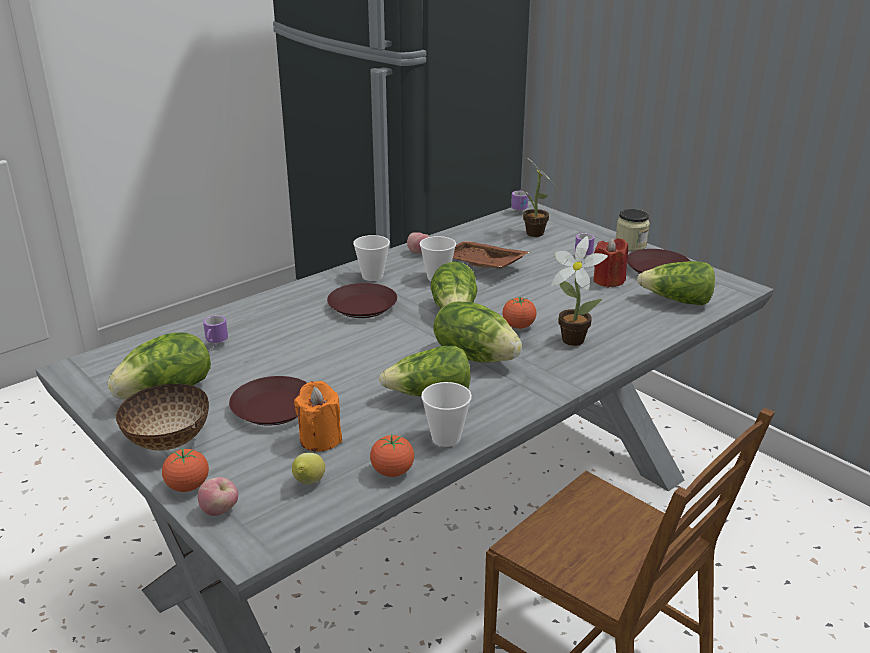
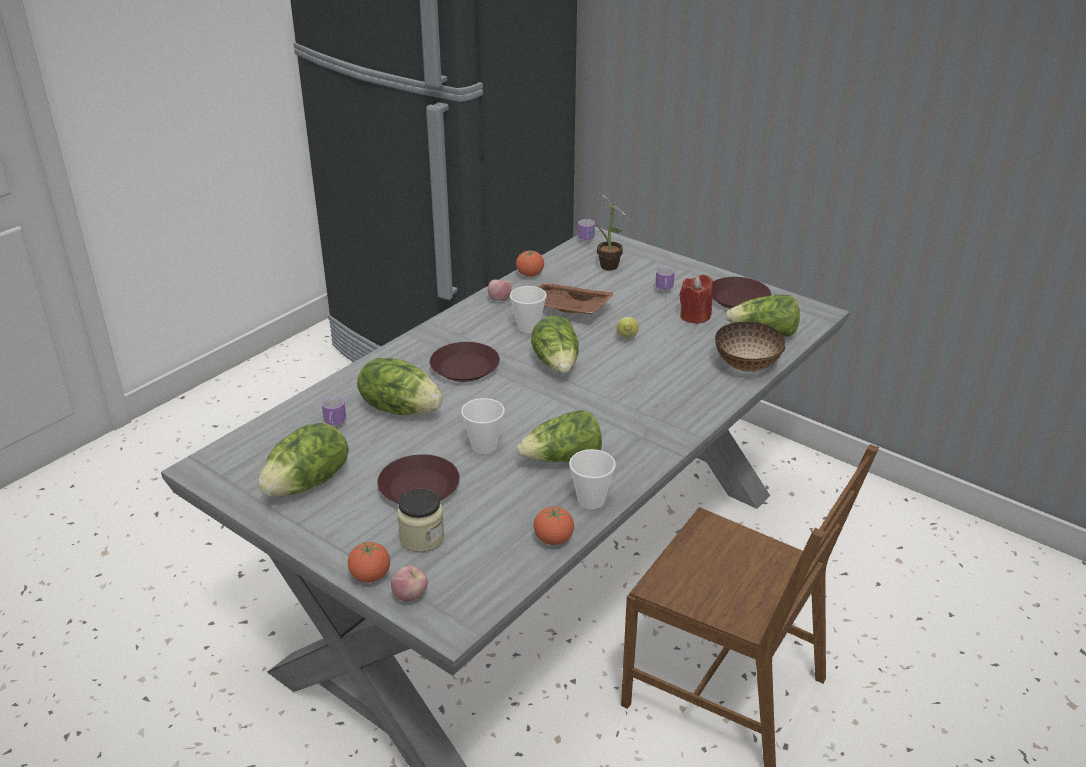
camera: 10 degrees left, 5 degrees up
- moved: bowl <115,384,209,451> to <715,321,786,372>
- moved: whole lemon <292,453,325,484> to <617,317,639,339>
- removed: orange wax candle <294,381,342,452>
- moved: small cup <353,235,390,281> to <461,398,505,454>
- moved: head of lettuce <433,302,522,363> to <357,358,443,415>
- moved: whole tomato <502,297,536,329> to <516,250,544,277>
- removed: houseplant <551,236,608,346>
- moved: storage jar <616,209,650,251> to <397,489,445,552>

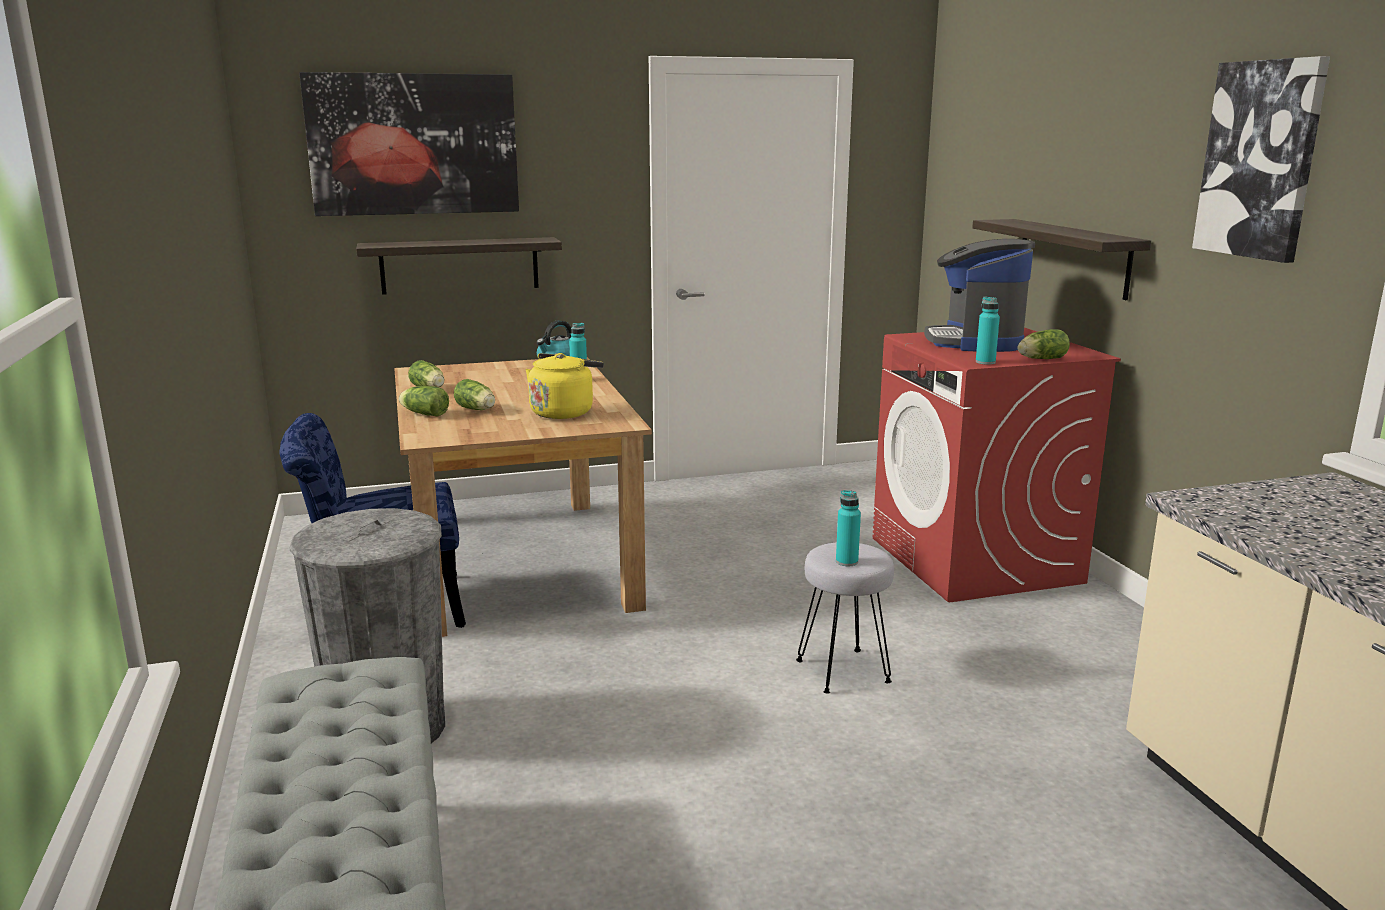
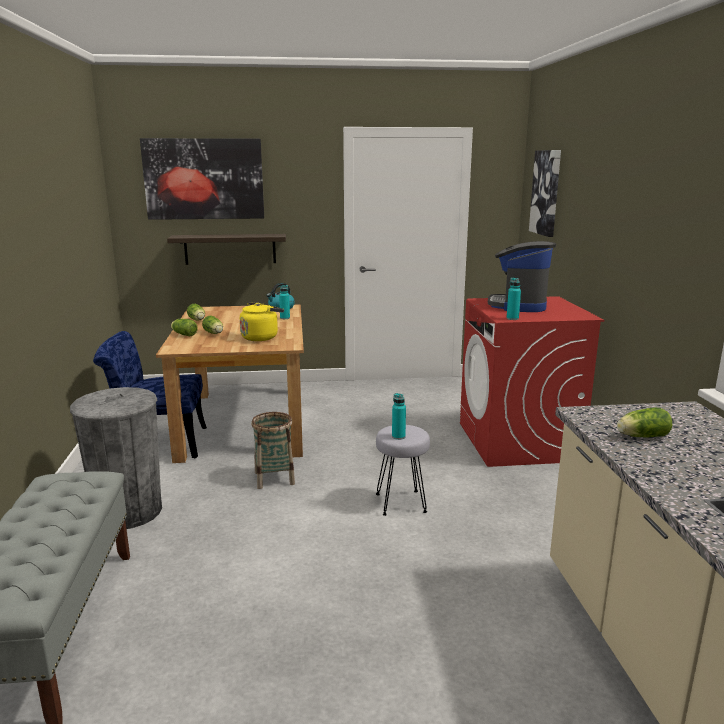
camera: 10 degrees right, 0 degrees up
- removed: shelf <972,219,1151,300>
- moved: head of lettuce <1018,329,1070,359> to <617,408,672,438>
- moved: wall art <1192,56,1330,263> to <529,150,561,237>
- added: storage basket <251,412,295,489>

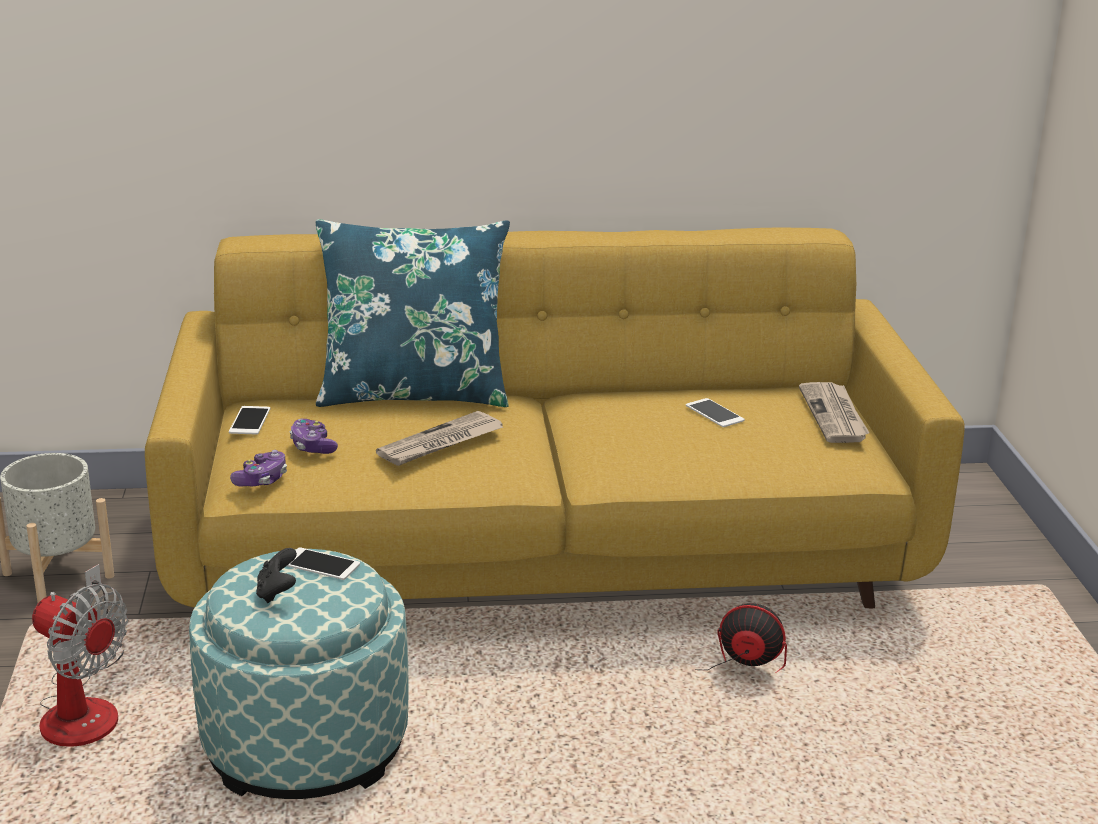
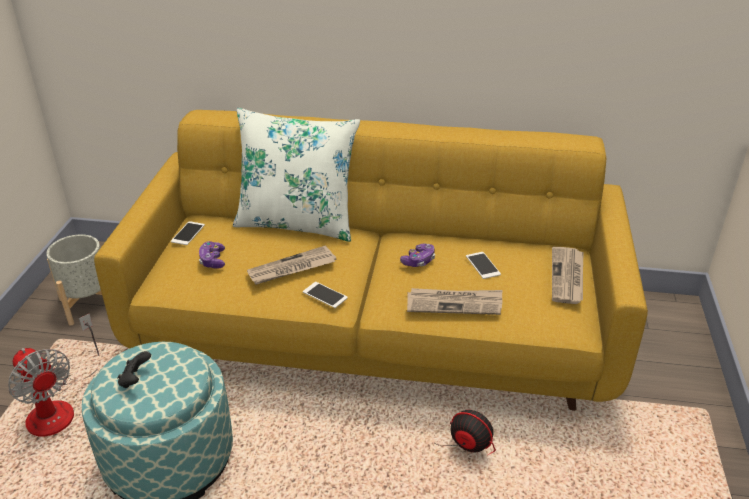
camera: 15 degrees right, 10 degrees up
- moved: game controller <230,450,287,487> to <400,243,435,267>
- moved: telephone <287,547,360,580> to <303,282,348,308>
- recoloured: bluish throw pillow <316,219,510,407> to white throw pillow <233,108,360,242>
- added: newspaper <407,288,502,315>

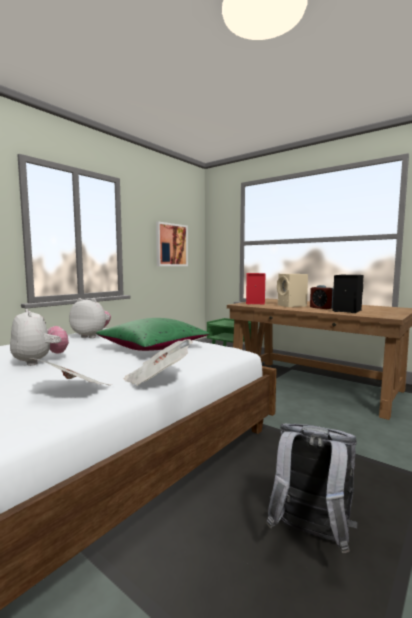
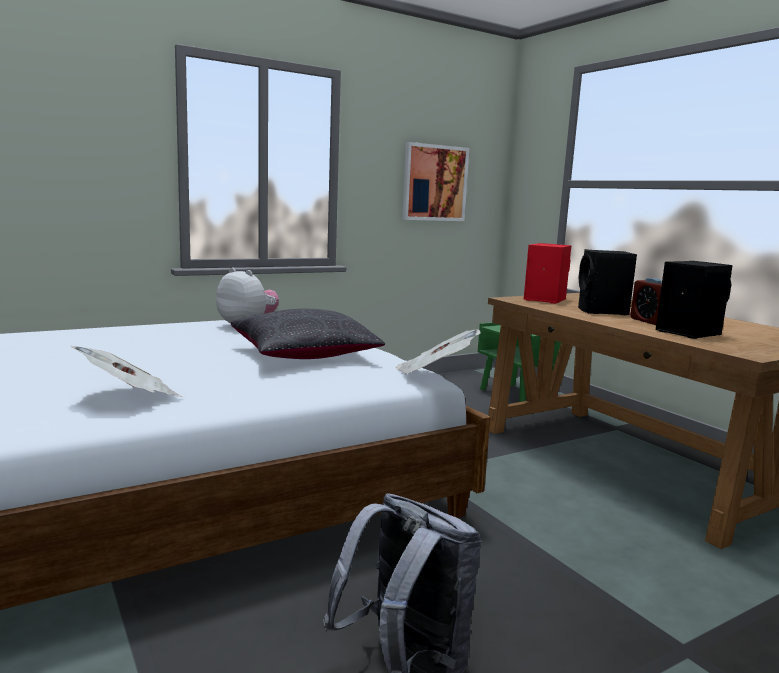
camera: 20 degrees right, 5 degrees up
- removed: cuddly toy <10,309,69,366>
- recoloured: greenish throw pillow <96,318,209,351> to black throw pillow <231,309,385,359>
- moved: newspaper <124,339,193,386> to <396,329,481,374>
- recoloured: beige-coloured audio speaker <277,274,308,307> to black audio speaker <578,249,637,315>

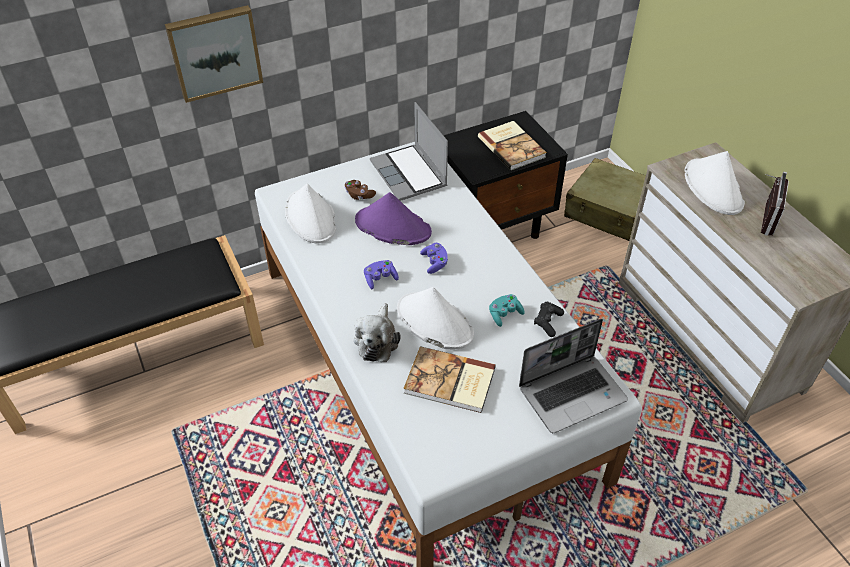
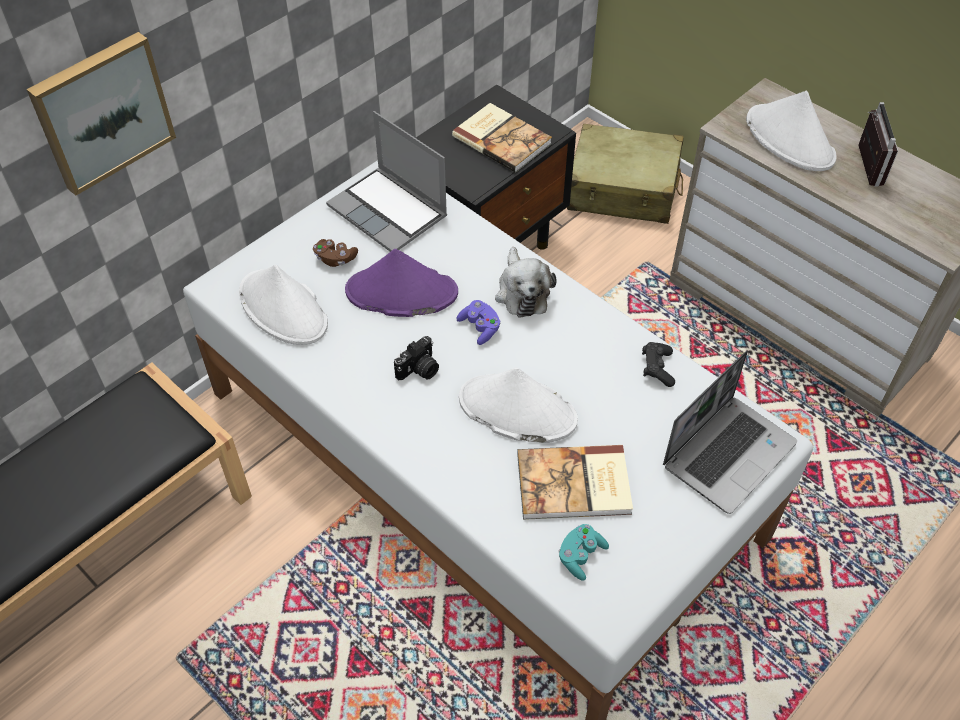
camera: 20 degrees left, 5 degrees up
- moved: cuddly toy <354,303,401,362> to <495,247,557,318>
- replaced: purplish game controller <364,260,399,289> to photo camera <394,336,439,380>
- moved: turquoise game controller <489,294,525,327> to <558,524,609,581>

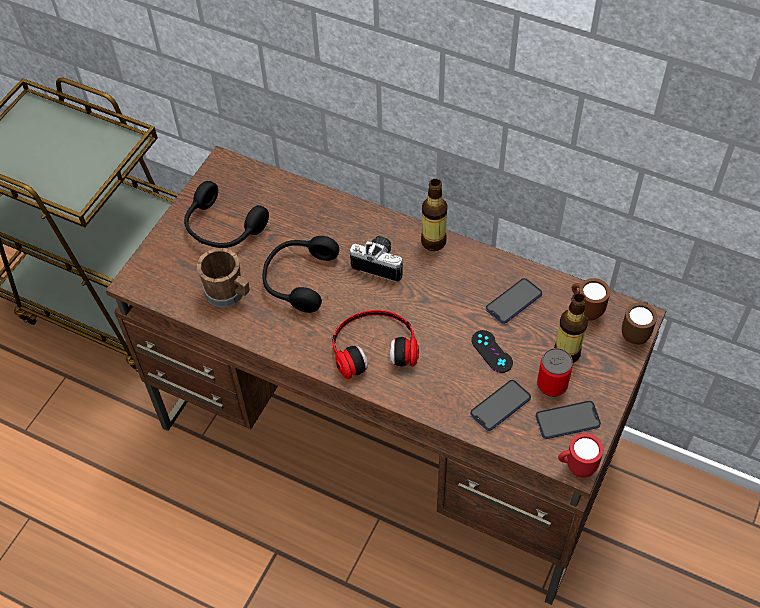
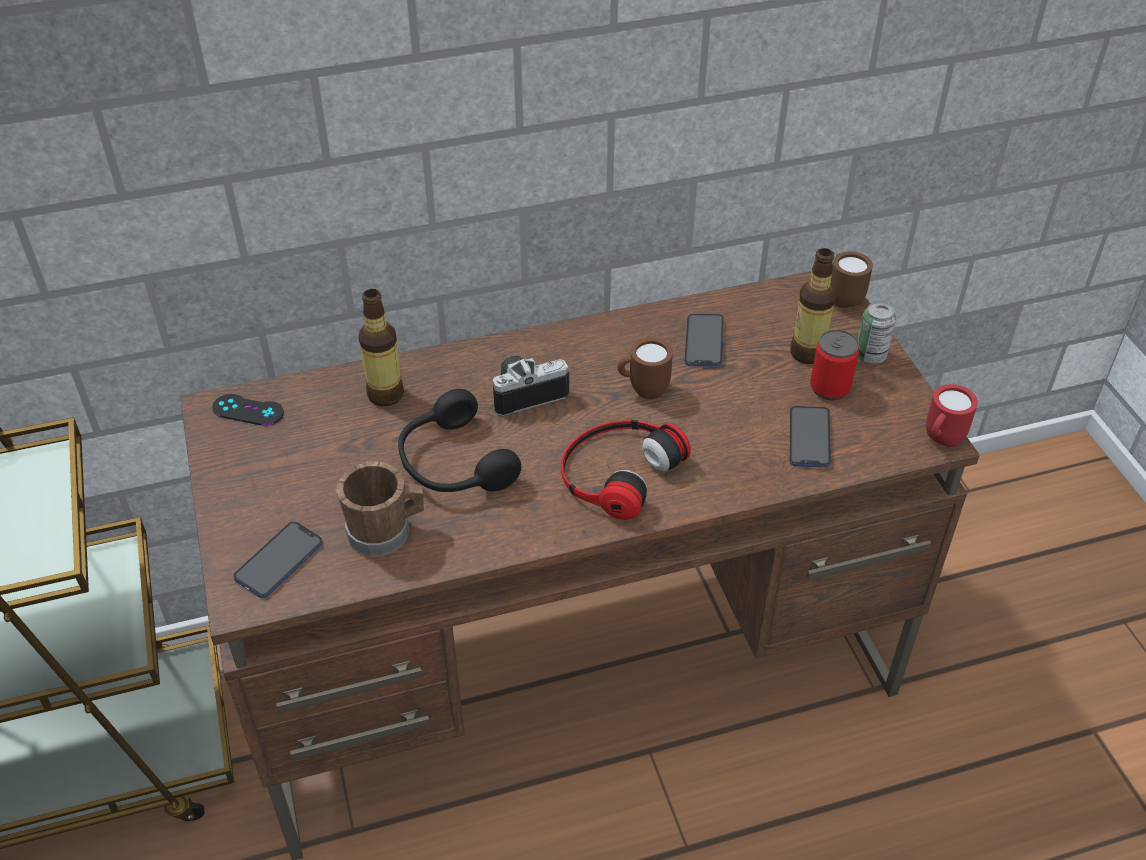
camera: 45 degrees left, 10 degrees down
- removed: black headset <184,181,269,248>
- moved: bottle <421,179,448,251> to <358,289,404,406>
- moved: black game controller <471,330,513,373> to <212,394,284,426>
- moved: telephone <535,401,601,439> to <233,521,323,598>
- moved: brown coffee mug <572,278,610,321> to <618,338,673,399>
- added: can <858,301,896,364>

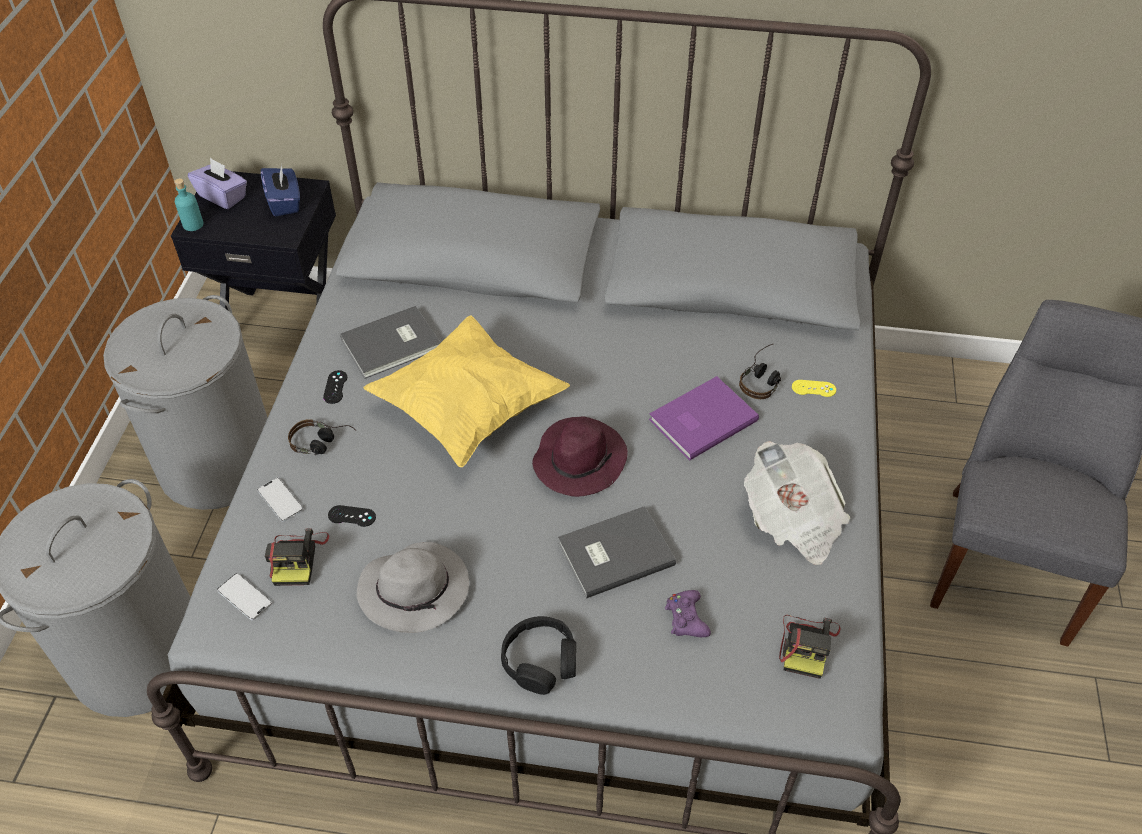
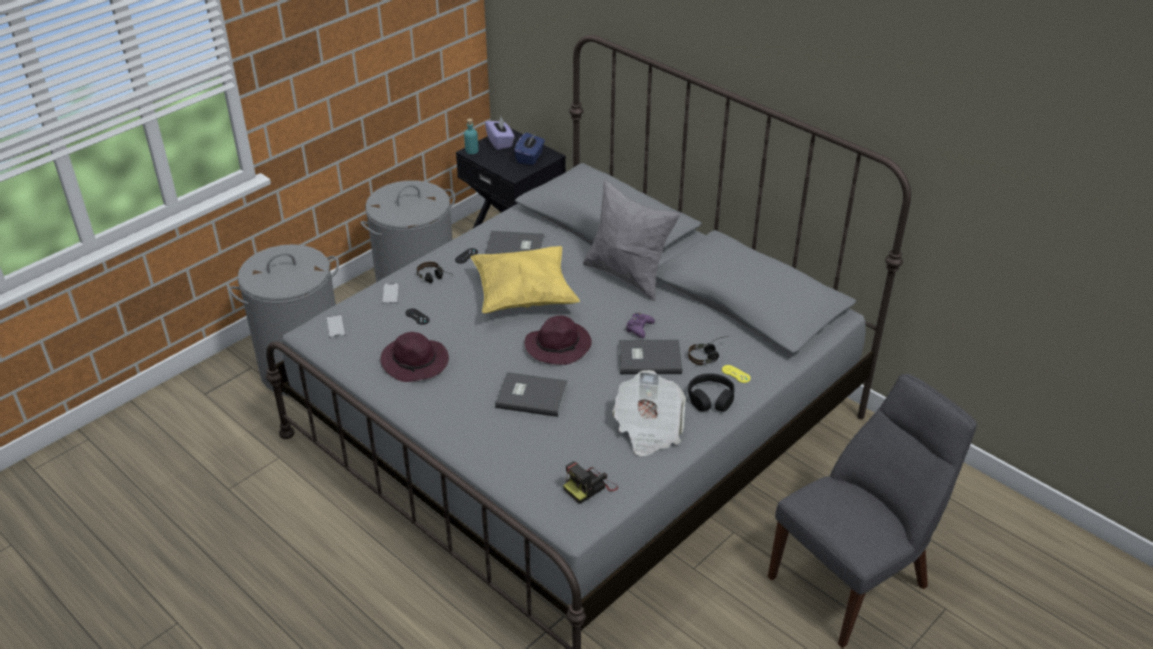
camera: 35 degrees right, 10 degrees down
- removed: photo camera <265,528,329,586>
- recoloured: gray hat <357,542,469,633> to purplish hat <380,332,449,382>
- moved: black headset <501,616,576,695> to <688,373,735,412>
- recoloured: purplish volume <649,376,759,461> to gray volume <619,340,682,374>
- moved: purplish game controller <665,590,711,637> to <626,313,655,338>
- added: gray throw pillow <583,180,680,301>

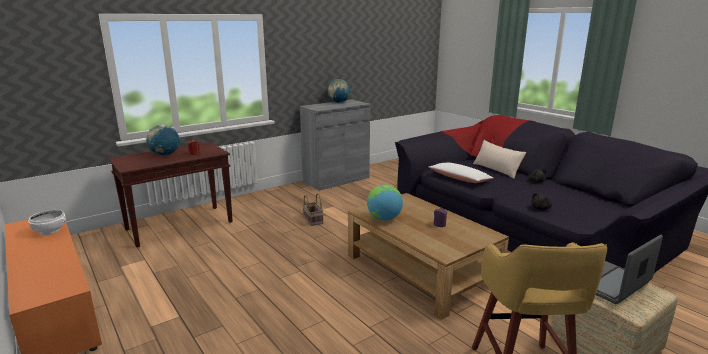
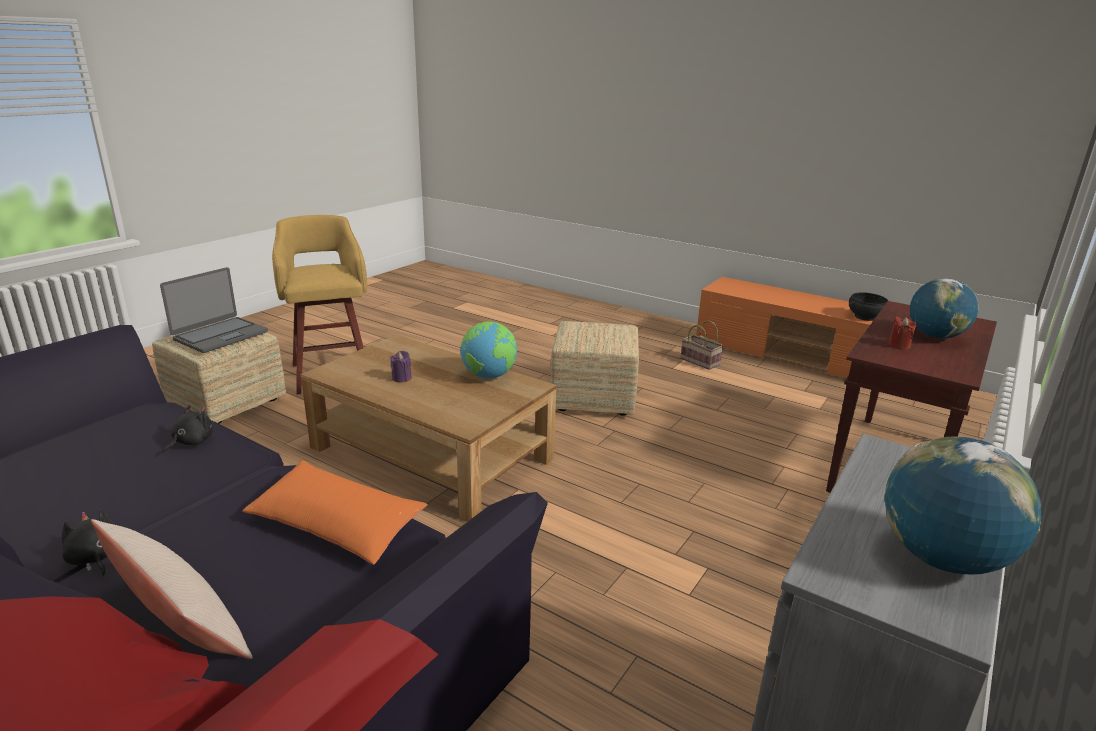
camera: 160 degrees right, 5 degrees up
- recoloured: white bowl <28,210,66,235> to black bowl <849,292,888,321>
- moved: storage basket <303,193,323,226> to <680,320,724,370>
- recoloured: white throw pillow <429,163,493,183> to orange throw pillow <242,460,428,565>
- added: ottoman <551,321,639,415>

